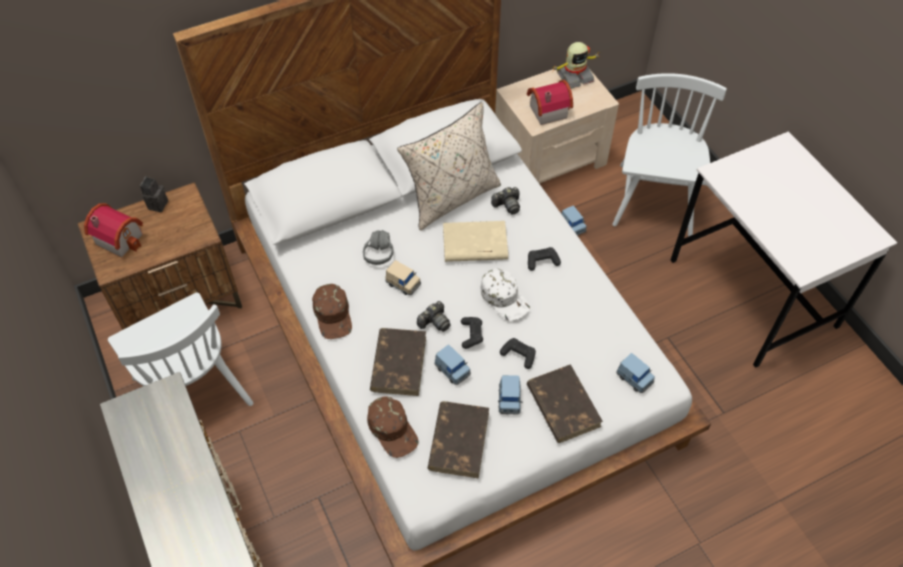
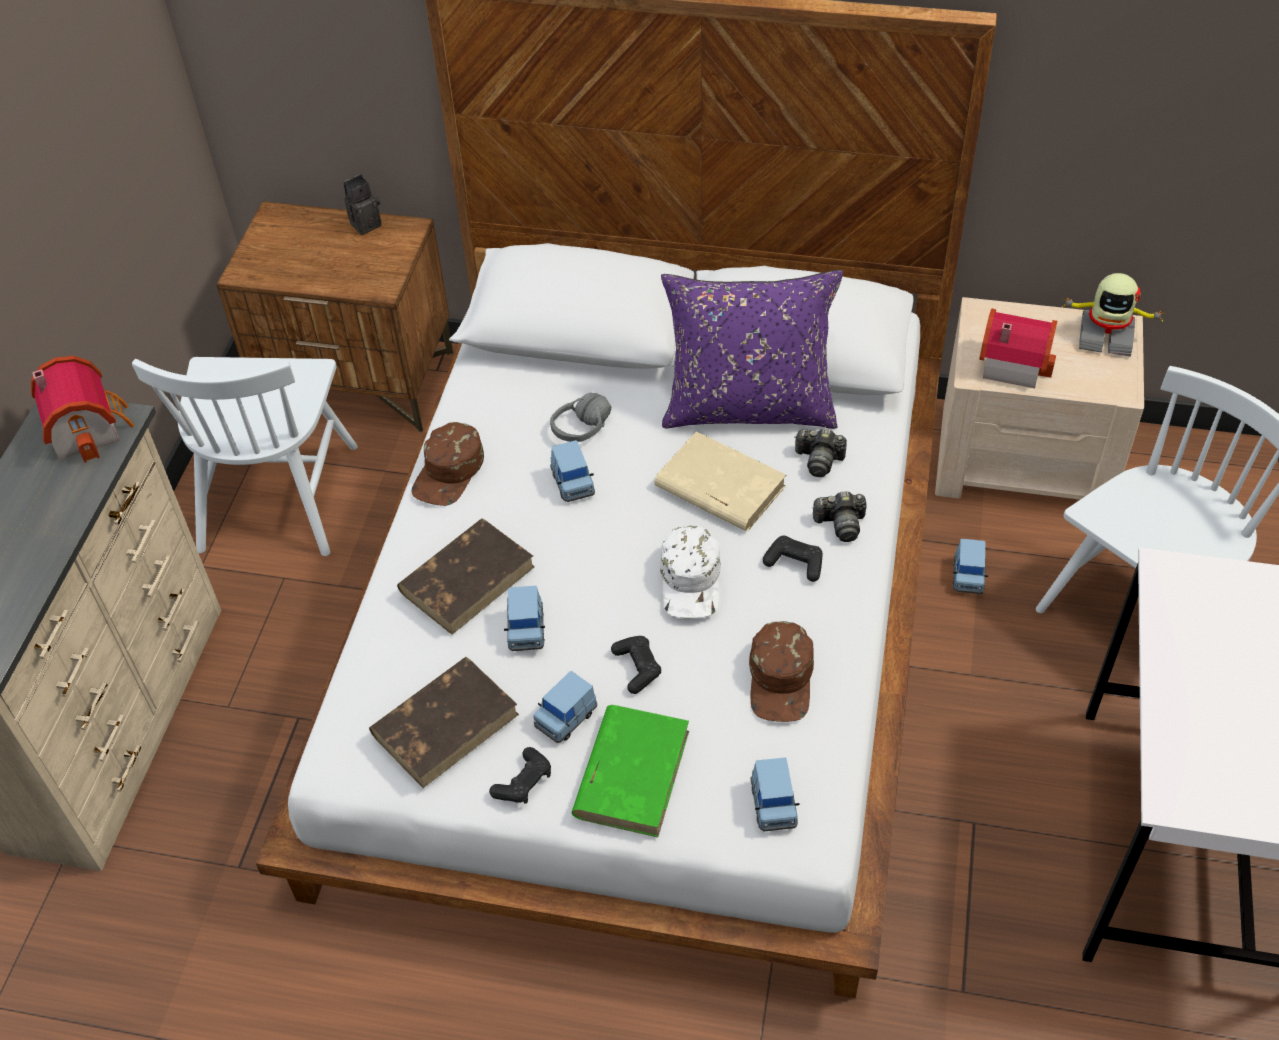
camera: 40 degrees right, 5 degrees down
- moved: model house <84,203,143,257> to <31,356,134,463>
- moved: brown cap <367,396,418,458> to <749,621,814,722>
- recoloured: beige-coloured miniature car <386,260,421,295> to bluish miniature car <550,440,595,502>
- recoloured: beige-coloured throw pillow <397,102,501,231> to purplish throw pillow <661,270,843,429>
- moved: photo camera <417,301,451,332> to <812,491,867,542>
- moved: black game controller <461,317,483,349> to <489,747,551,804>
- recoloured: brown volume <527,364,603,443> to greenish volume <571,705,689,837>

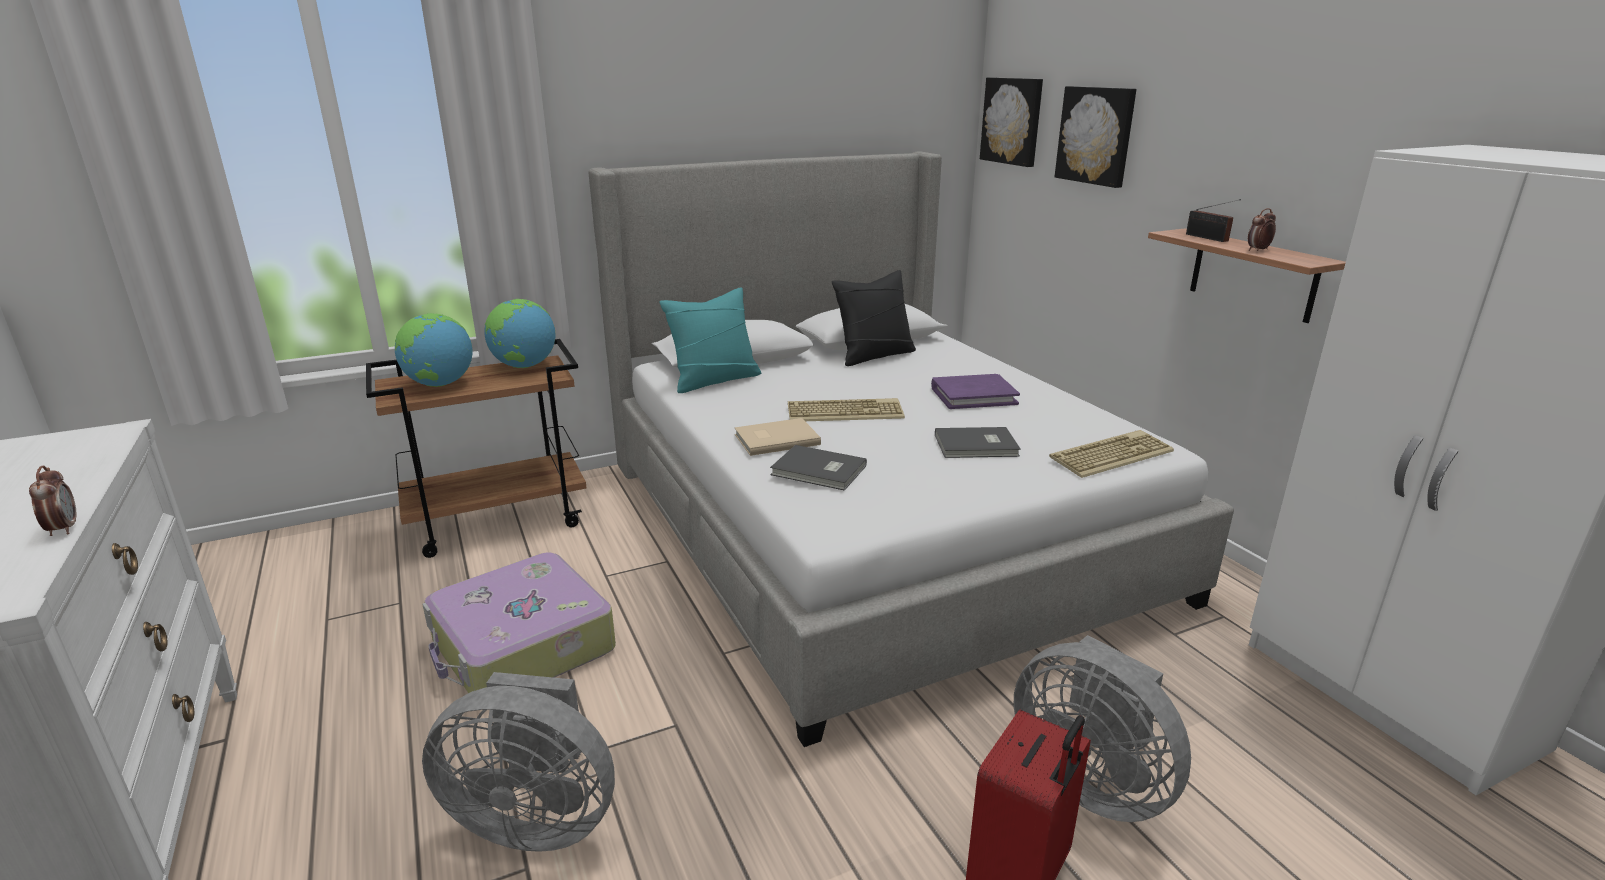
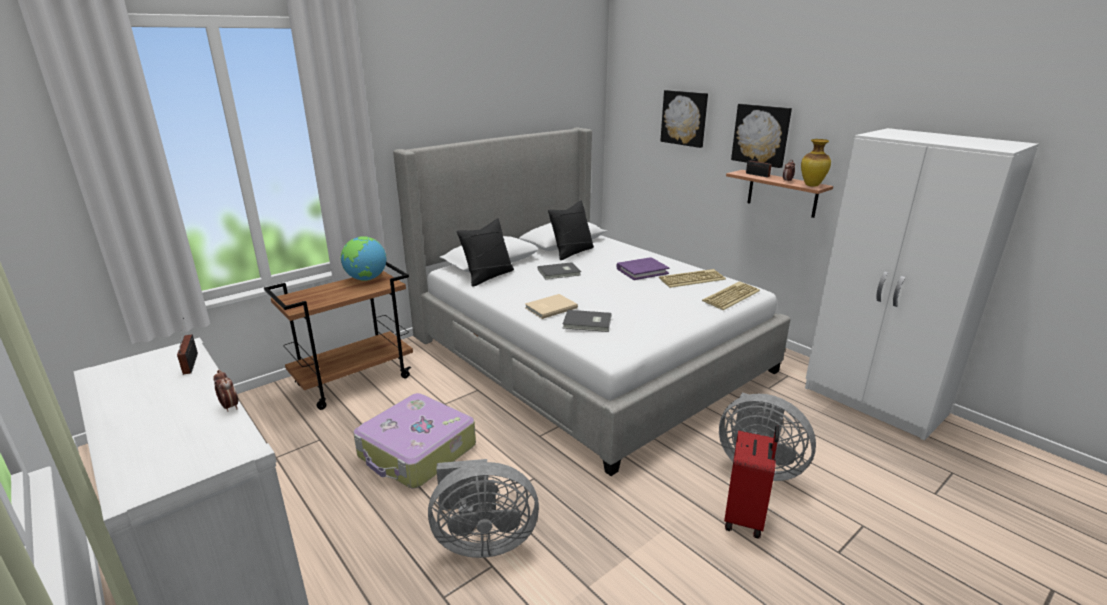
camera: 15 degrees left, 0 degrees up
- removed: world globe <395,313,472,387>
- recoloured: turquoise throw pillow <660,287,761,393> to black throw pillow <456,218,514,287>
- moved: computer keyboard <788,398,905,421> to <659,269,726,288>
- moved: gray volume <935,427,1021,458> to <538,262,581,279>
- moved: wall art <980,78,1043,167> to <731,104,792,168>
- added: radio set <177,318,198,375>
- added: vase <801,139,831,187>

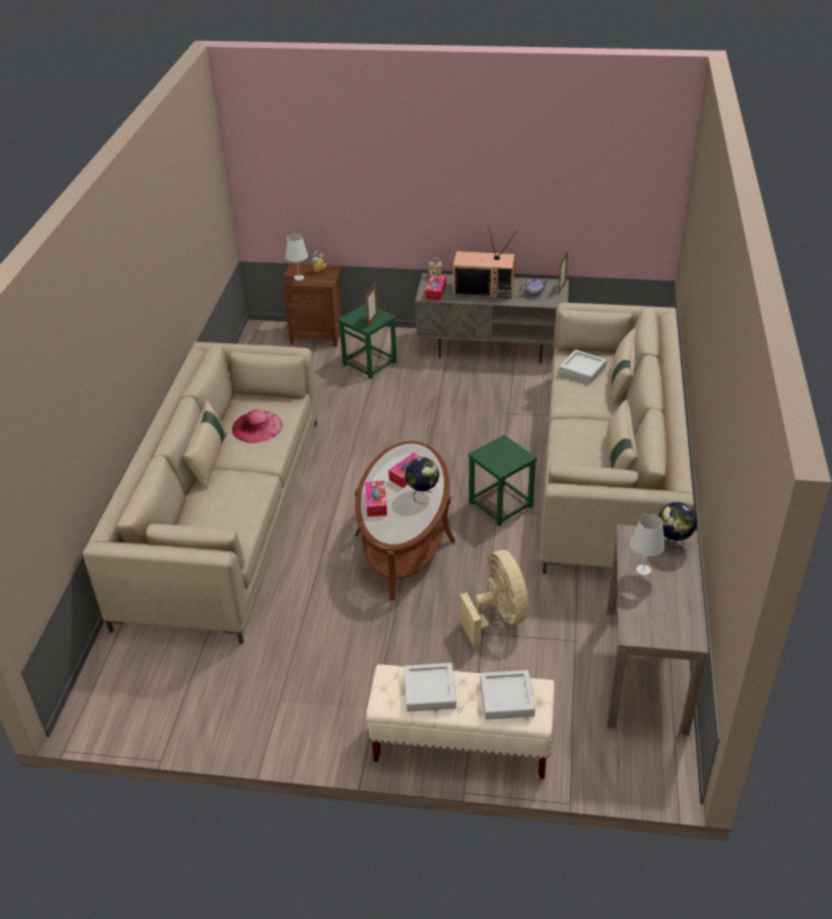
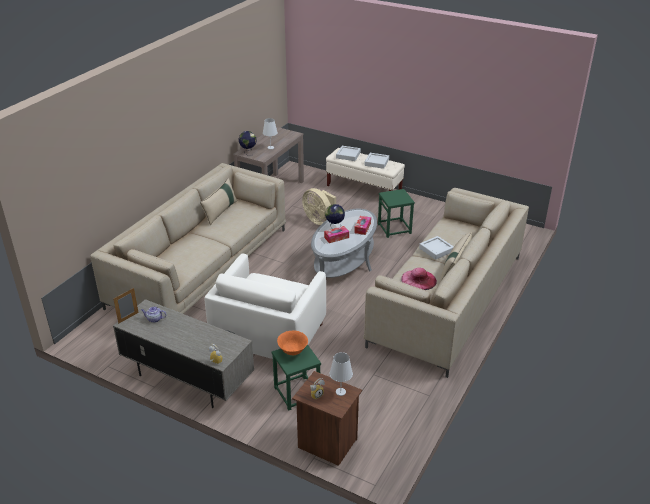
camera: 160 degrees left, 5 degrees down
- recoloured: brown coffee table <355,441,455,601> to gray coffee table <311,209,377,278>
- replaced: standing frame <366,283,378,327> to orange bowl <277,330,308,355>
- removed: tissue box <425,275,447,301>
- removed: TV set <453,226,517,299>
- turned: beige-coloured cooling fan <460,550,528,648> = <302,188,336,225> 45 degrees counterclockwise
- moved: greenish stool seat <468,435,537,526> to <378,189,415,238>
- moved: gray carrying tray <559,350,607,384> to <419,236,454,260>
- removed: beige-coloured throw pillow <611,328,636,405>
- added: white lounge chair <204,254,326,359>

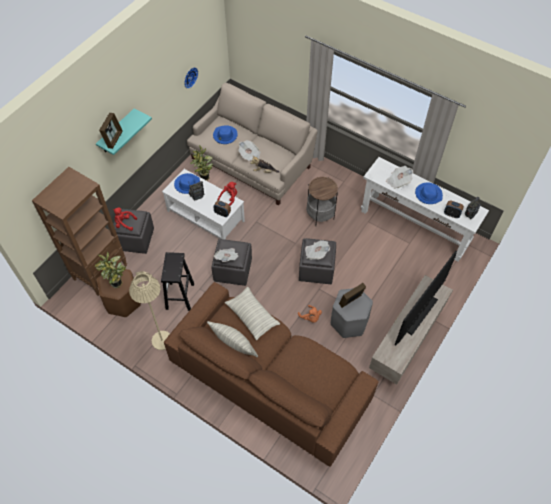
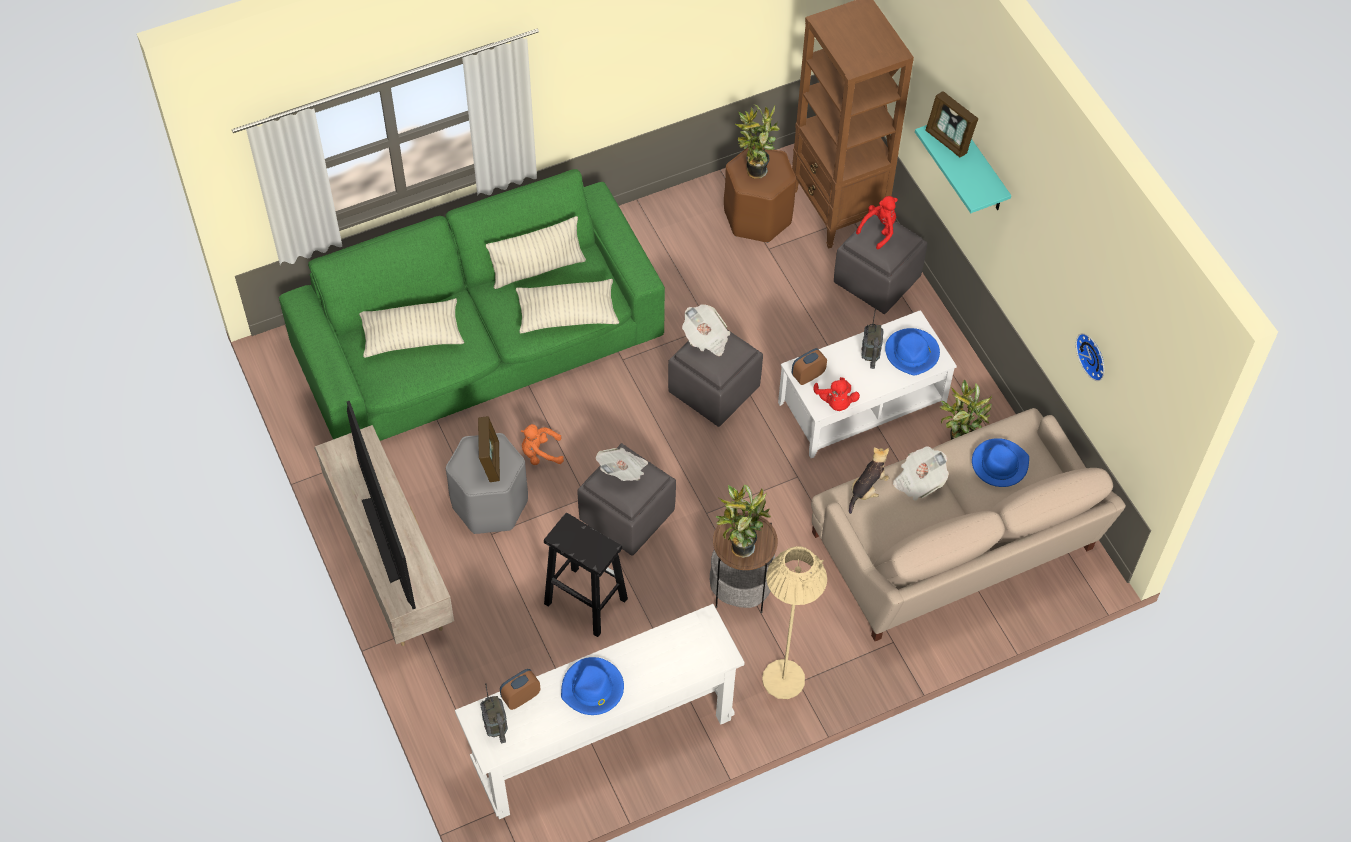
camera: 120 degrees right, 0 degrees up
- moved: beige-coloured standard lamp <129,271,170,350> to <762,546,827,699>
- moved: black stool seat <161,252,194,311> to <544,513,628,637>
- recoloured: brown settee <164,282,379,467> to greenish settee <279,169,665,441>
- removed: newspaper <386,166,413,189>
- added: throw pillow <359,298,464,358>
- added: houseplant <715,485,771,558>

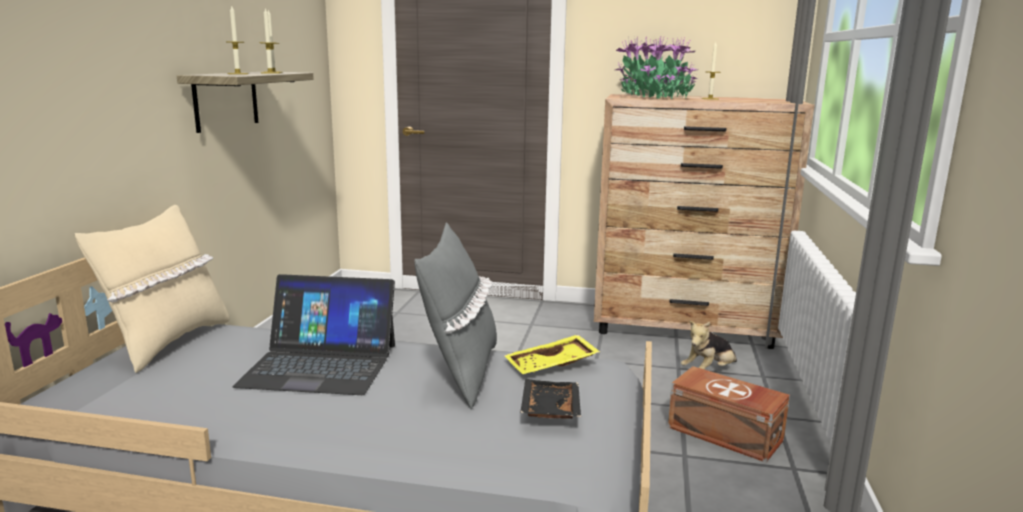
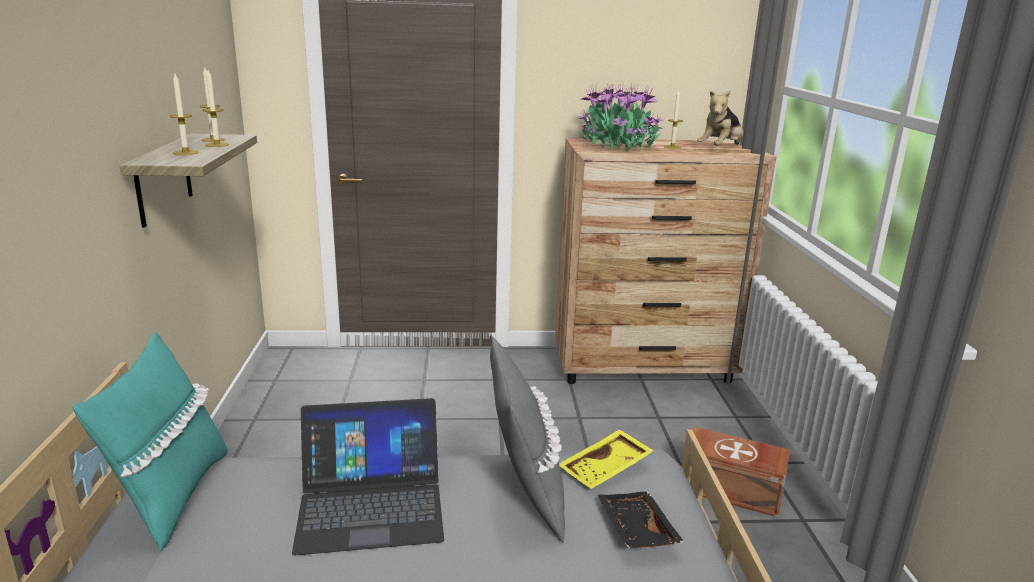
camera: 15 degrees left, 5 degrees up
- recoloured: beige-coloured throw pillow <75,205,230,373> to turquoise throw pillow <73,332,228,552>
- moved: cuddly toy <681,321,737,370> to <697,90,743,146>

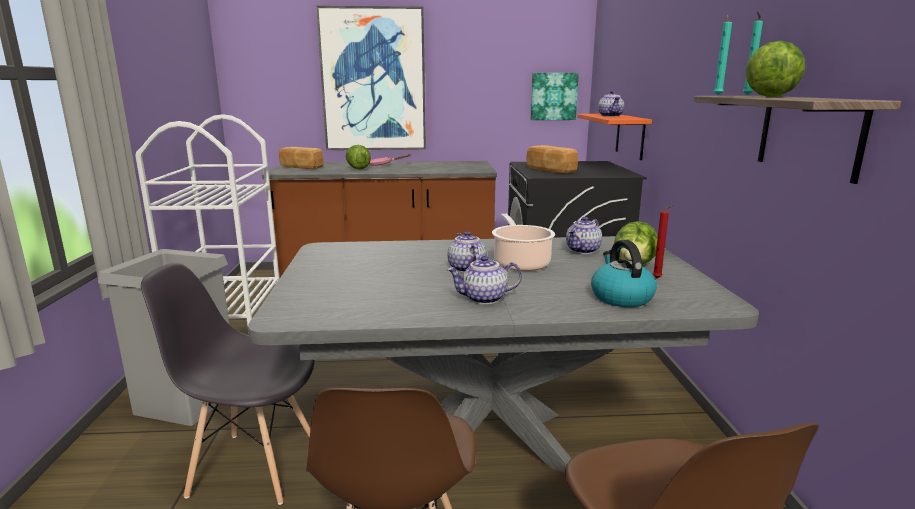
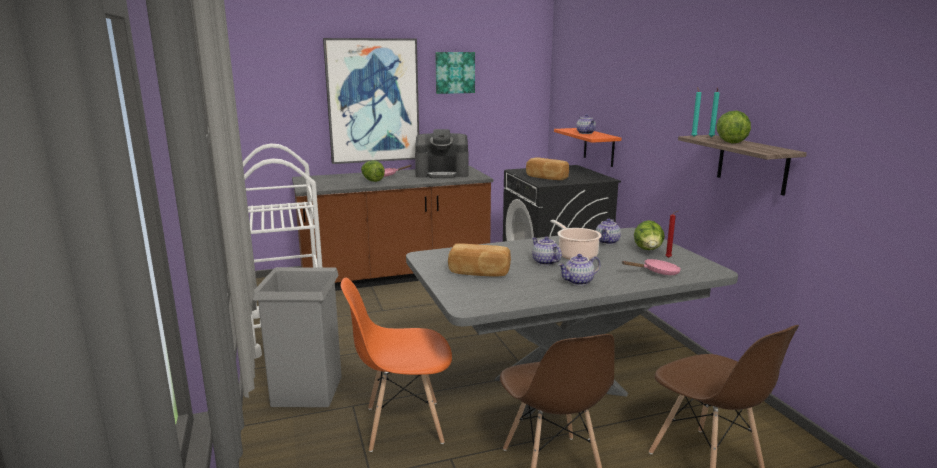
camera: 15 degrees left, 0 degrees up
- recoloured: gray chair <141,263,315,505> to orange chair <341,278,452,452>
- moved: bakery bread <279,147,324,169> to <448,243,511,277>
- moved: wall art <531,73,579,120> to <435,52,475,94>
- replaced: tea kettle <591,240,657,307> to pink frying pan <622,259,681,275>
- added: coffee brewer <415,129,469,178>

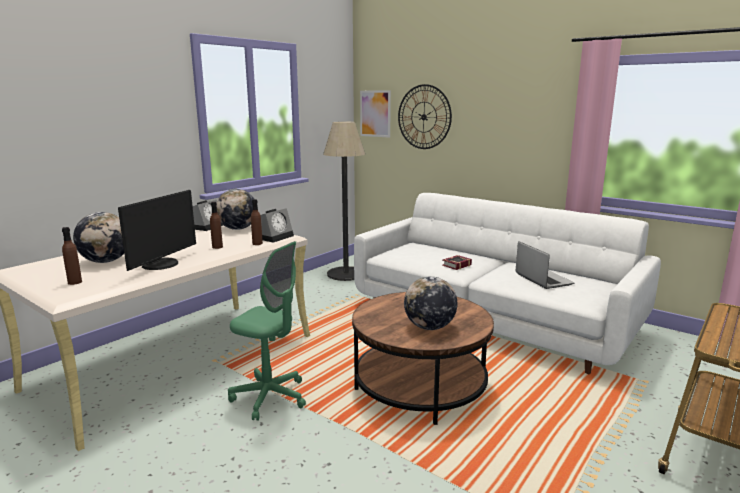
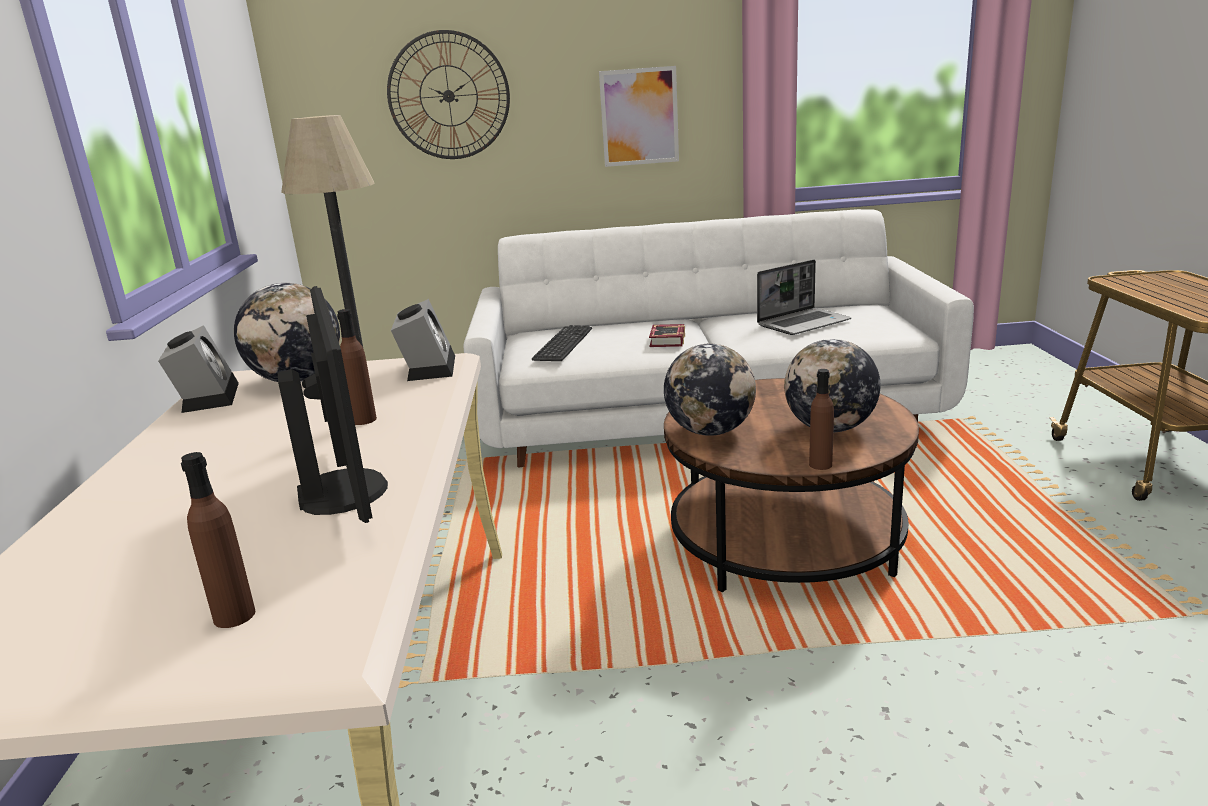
camera: 40 degrees left, 5 degrees up
- moved: world globe <73,212,124,263> to <664,344,756,436>
- removed: greenish desk chair <228,241,306,421>
- moved: brown bottle <251,199,263,245> to <809,369,834,470>
- moved: wall art <360,90,391,138> to <599,66,679,167>
- turned: laptop <516,241,574,289> = <757,260,851,335> 120 degrees clockwise
- added: computer keyboard <532,325,592,361>

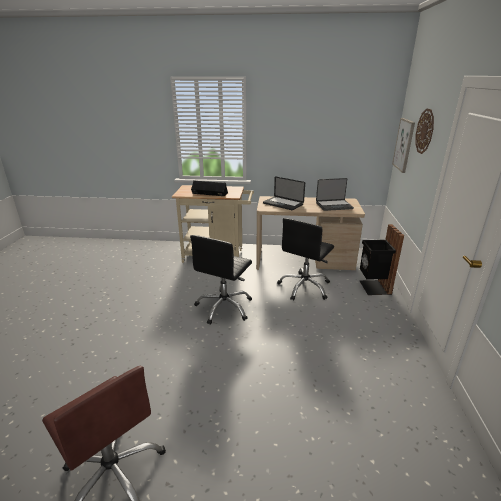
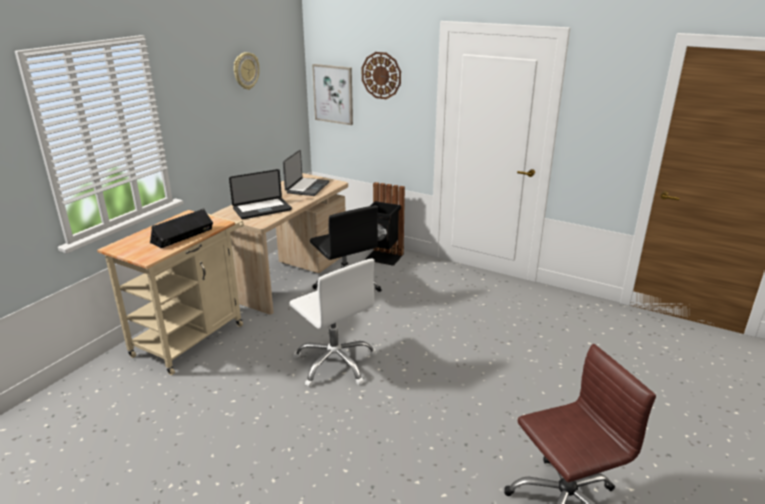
camera: 65 degrees left, 0 degrees up
- recoloured: black desk chair <190,235,252,325> to white desk chair <290,258,377,387>
- added: clock on the wall <234,52,259,90>

